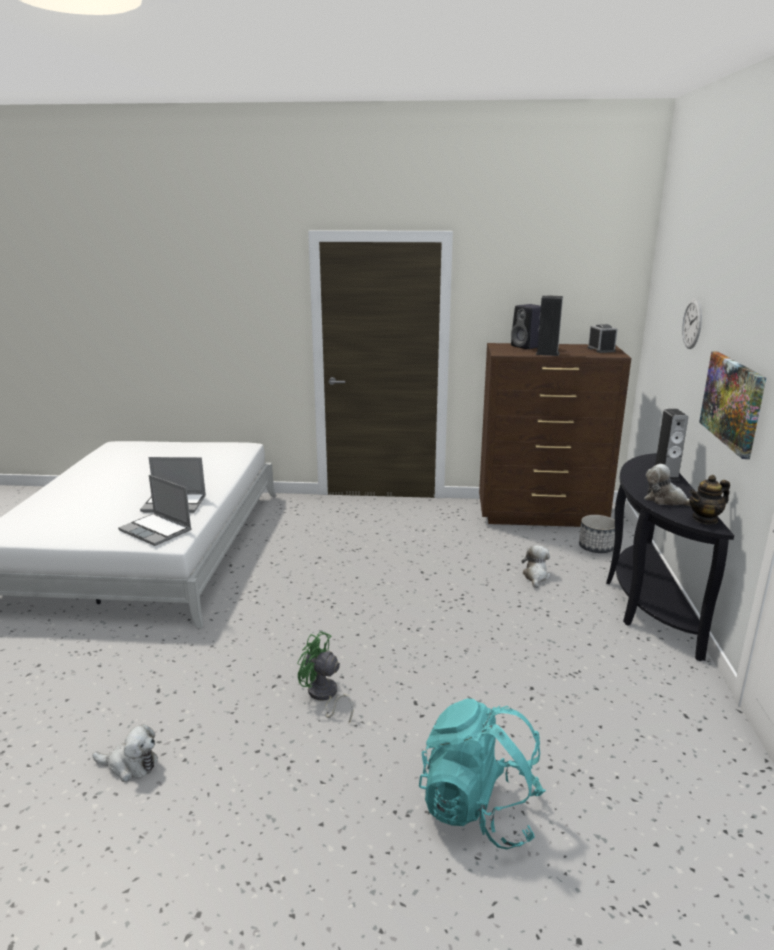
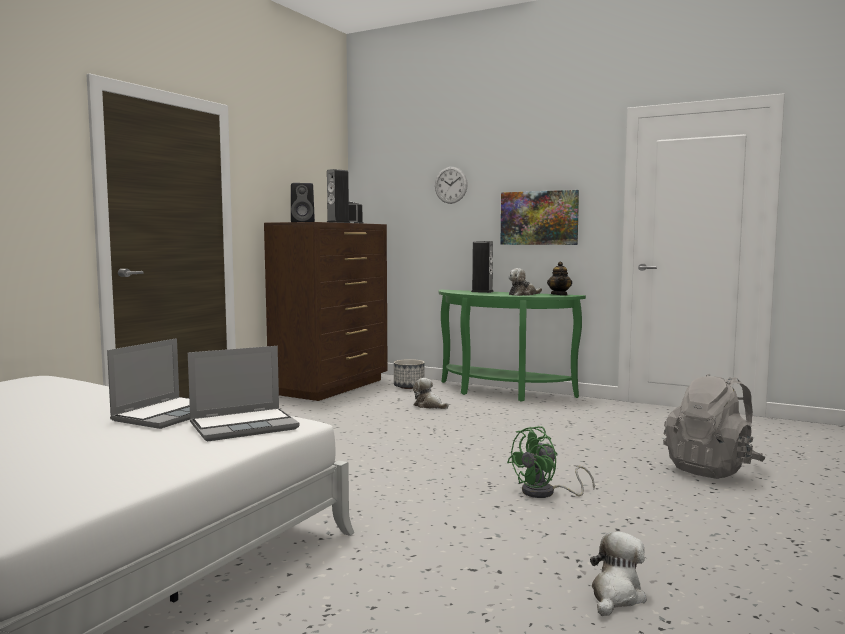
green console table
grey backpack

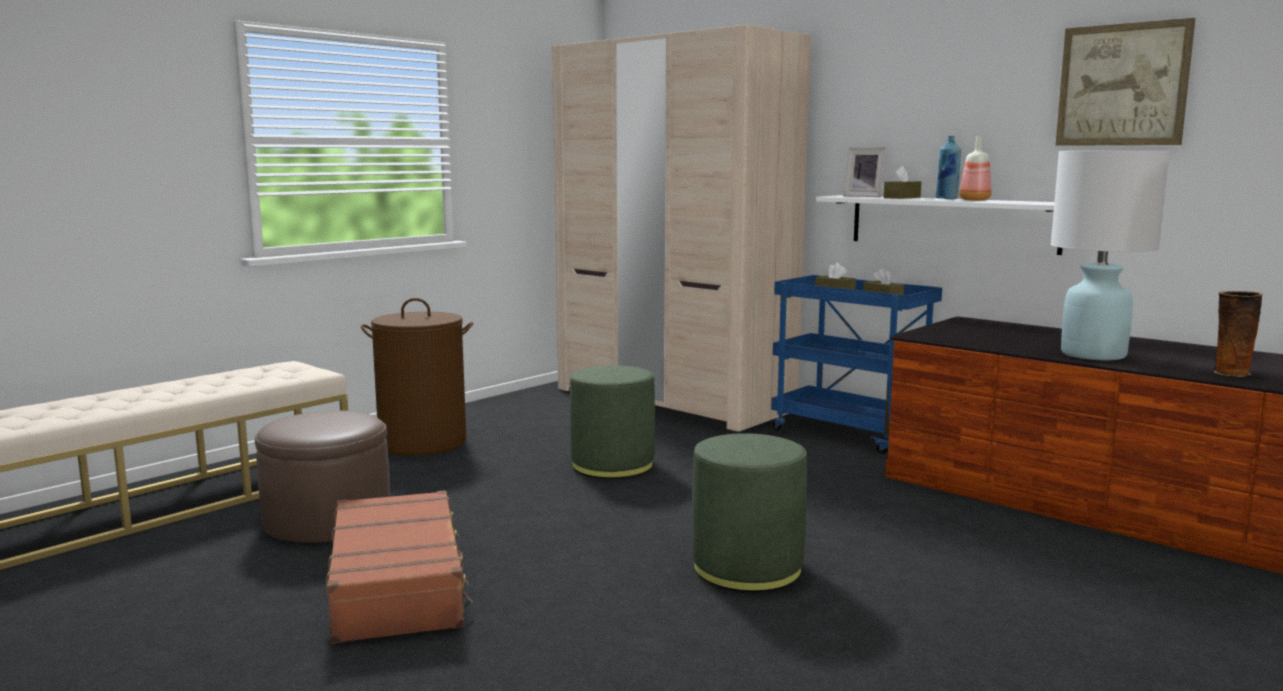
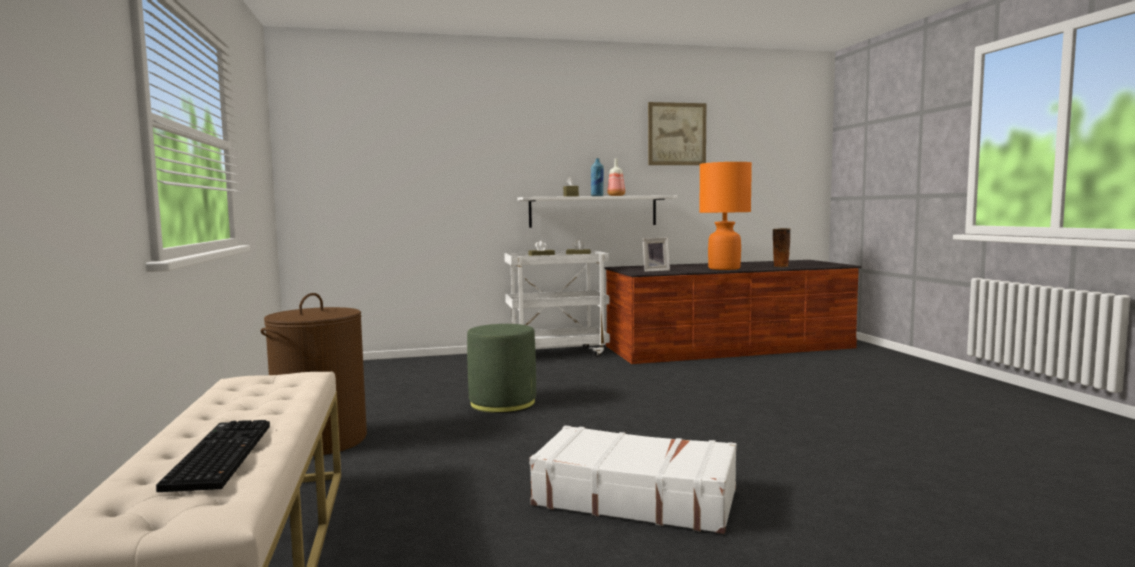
beige wardrobe
picture frame
orange table lamp
white cart
brown ottoman
green ottoman (2nd from left in the first image)
white suitcase
keyboard

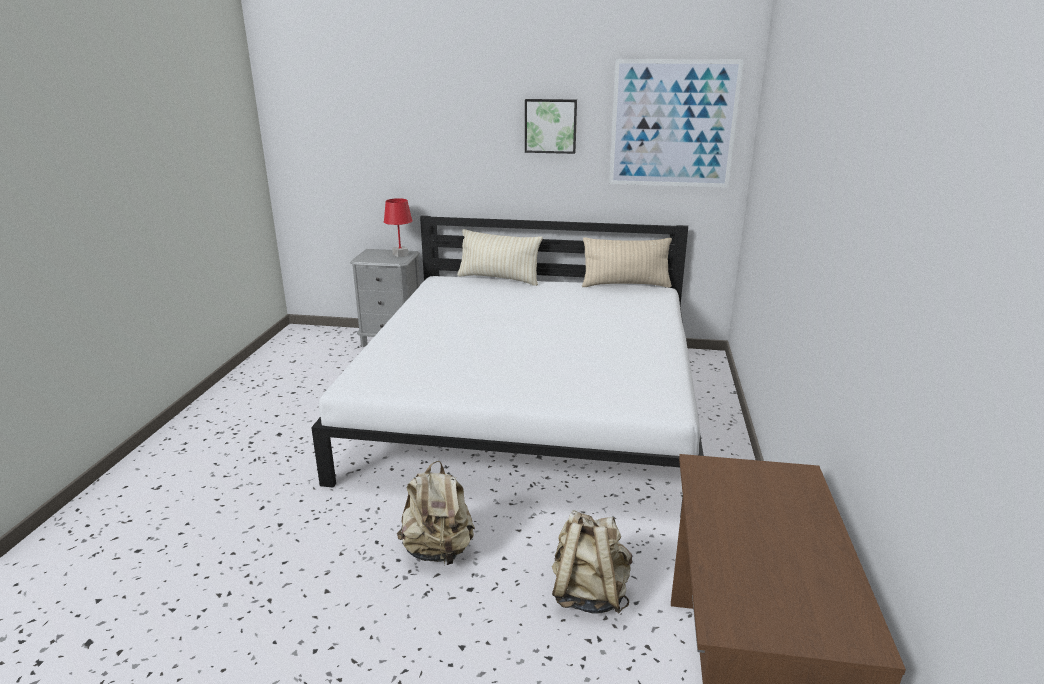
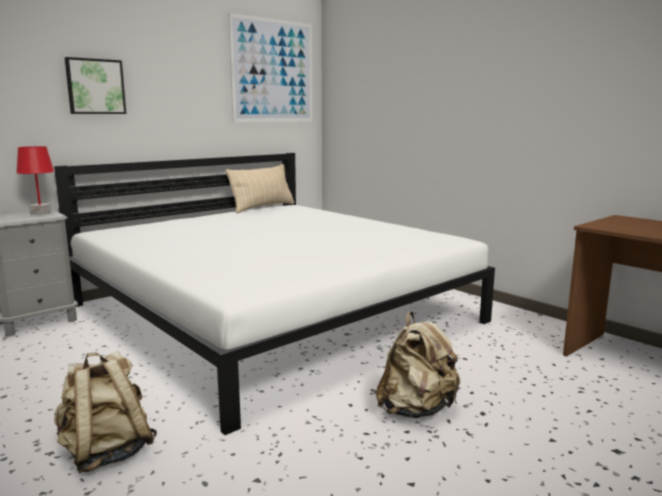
picture (1st from left)
beige pillow (1st from left in the first image)
beige backpack (1st from left)

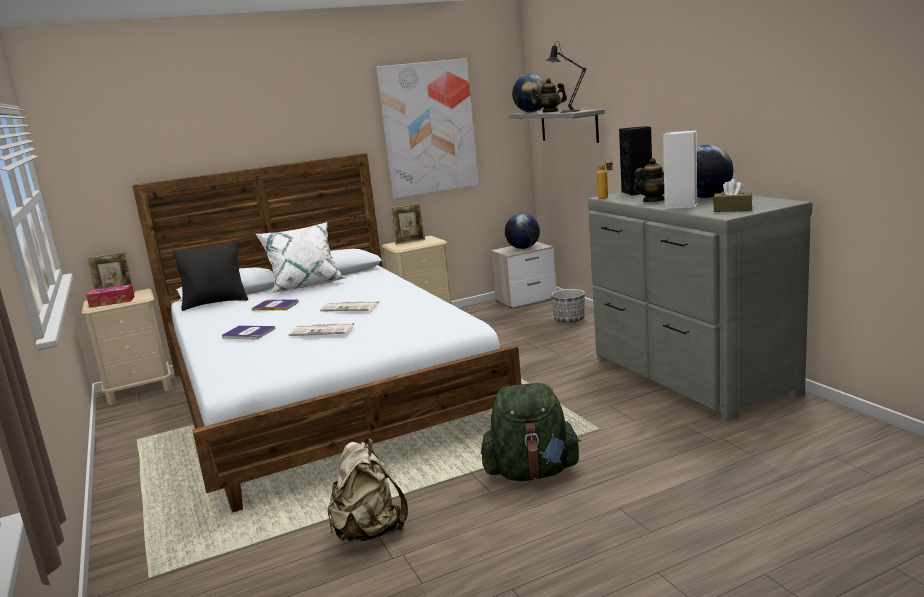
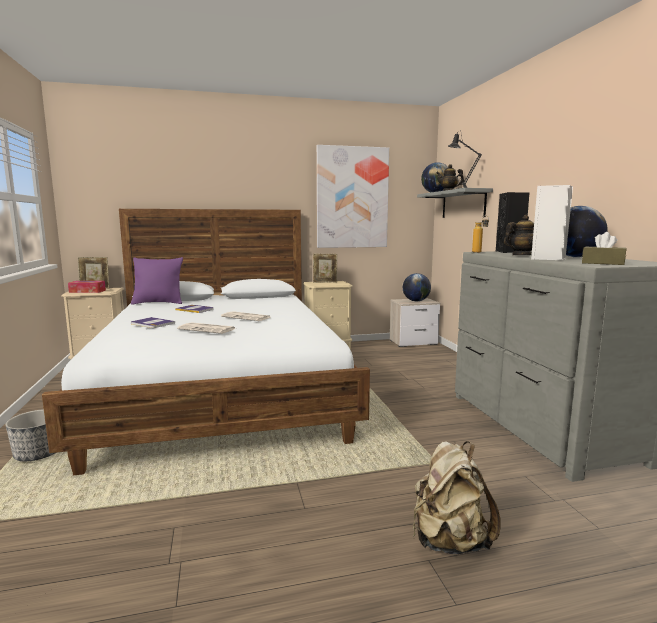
white pillow
purple pillow
planter
green backpack
beige backpack

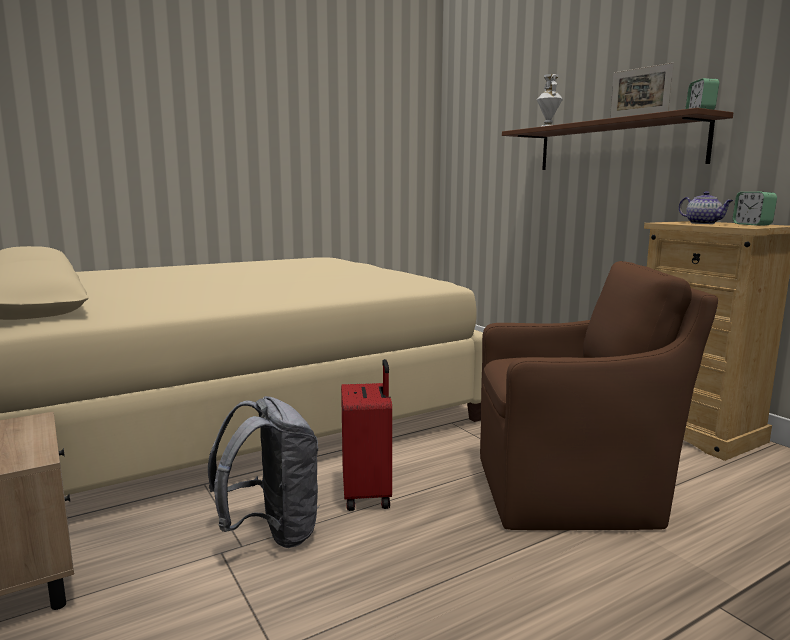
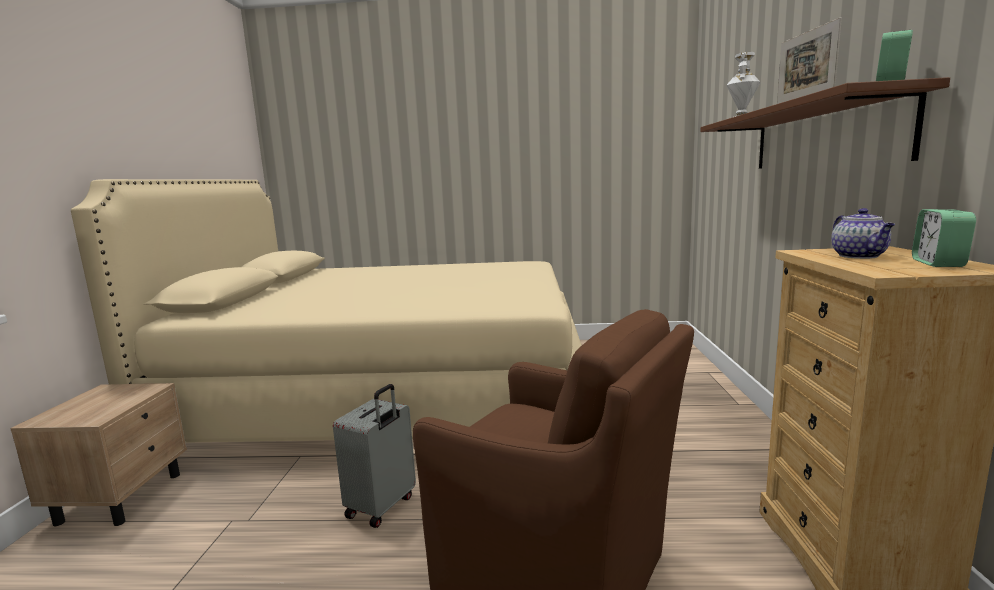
grey suitcase
grey backpack

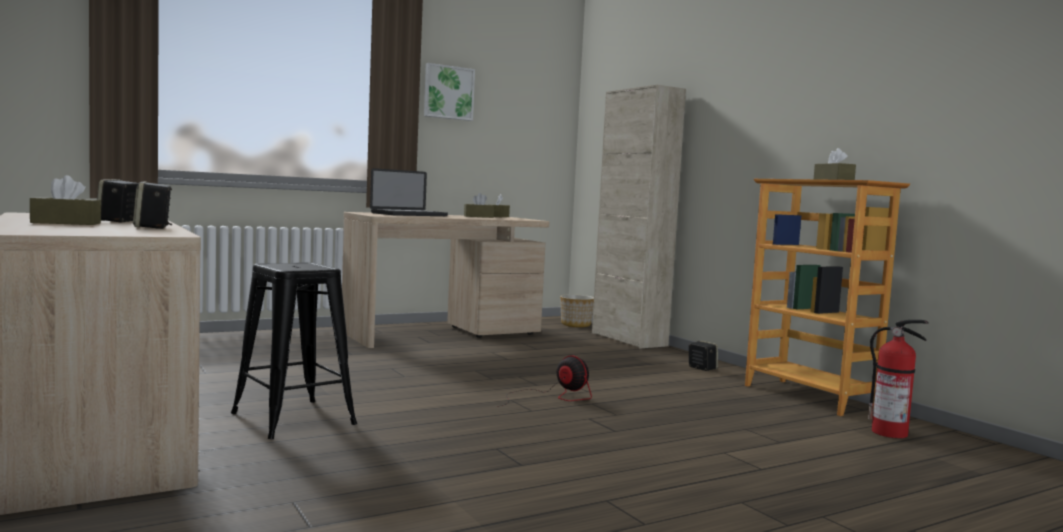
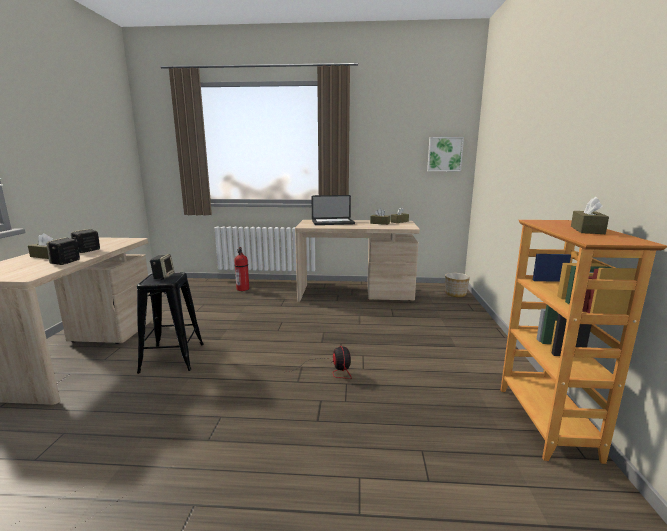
picture
beige cabinet
fire extinguisher
speaker (3rd from left)

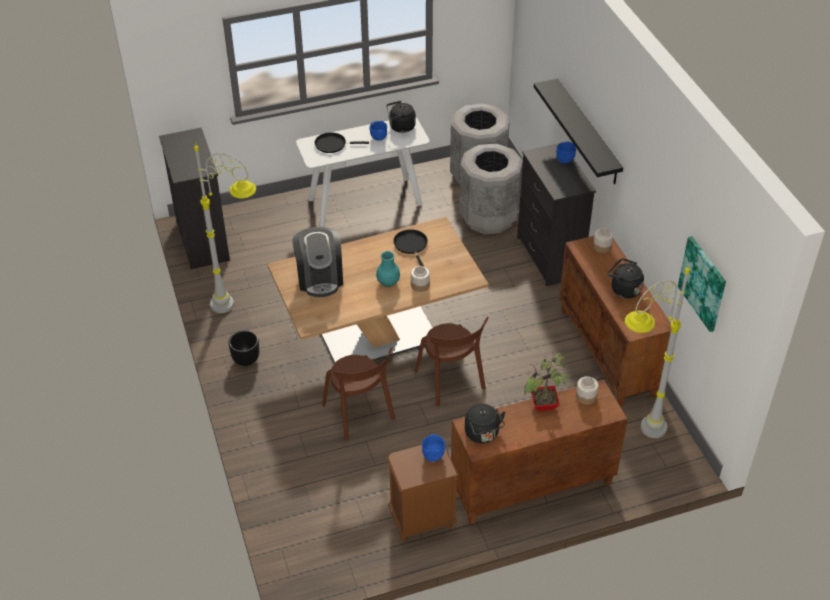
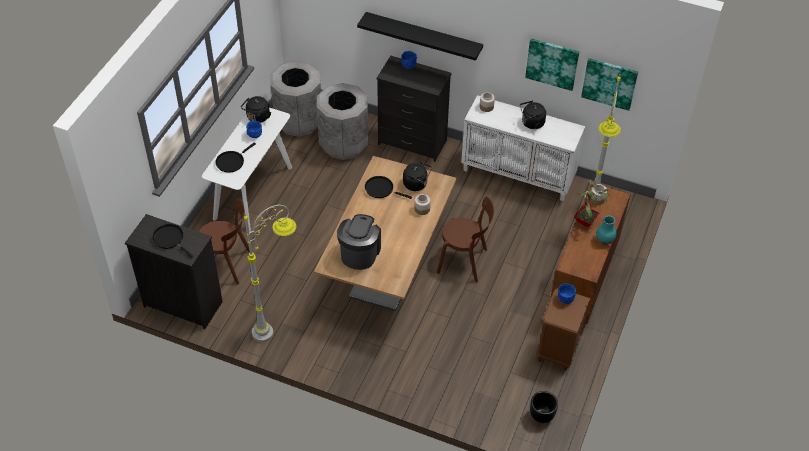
coffee machine
white cabinet
turquoise vase
black planter
brown chair (1st from left)
black kettle (2nd from left)
picture (1st from left)
black frying pan (1st from left)

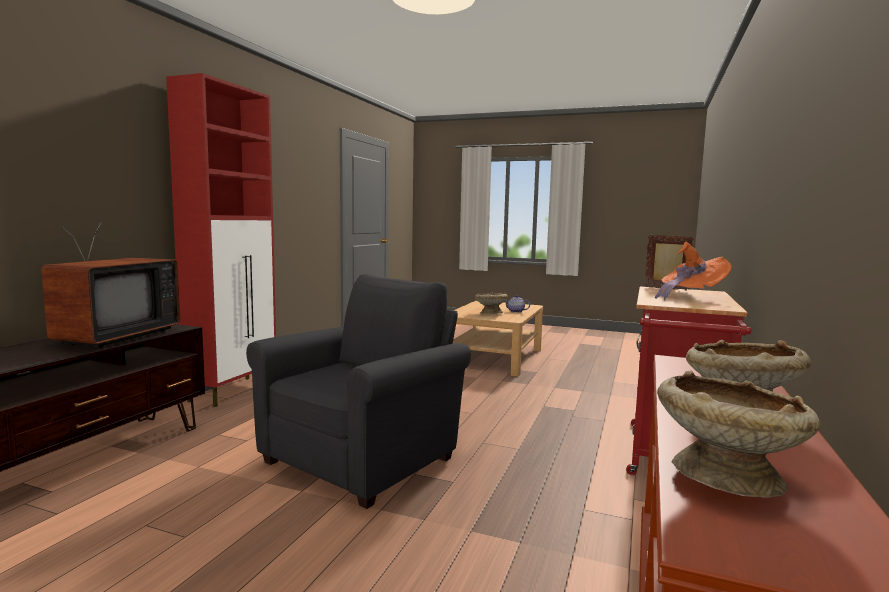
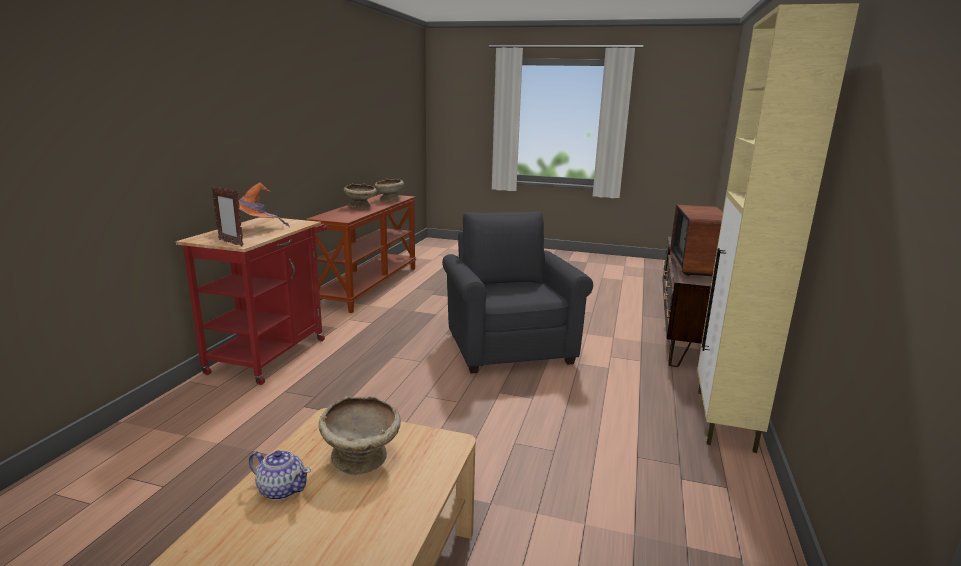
beige cabinet
grey armchair

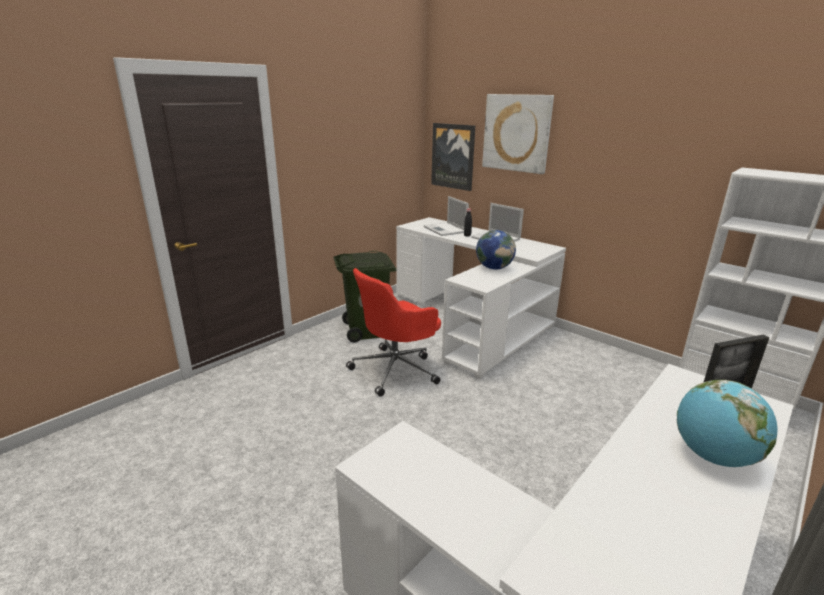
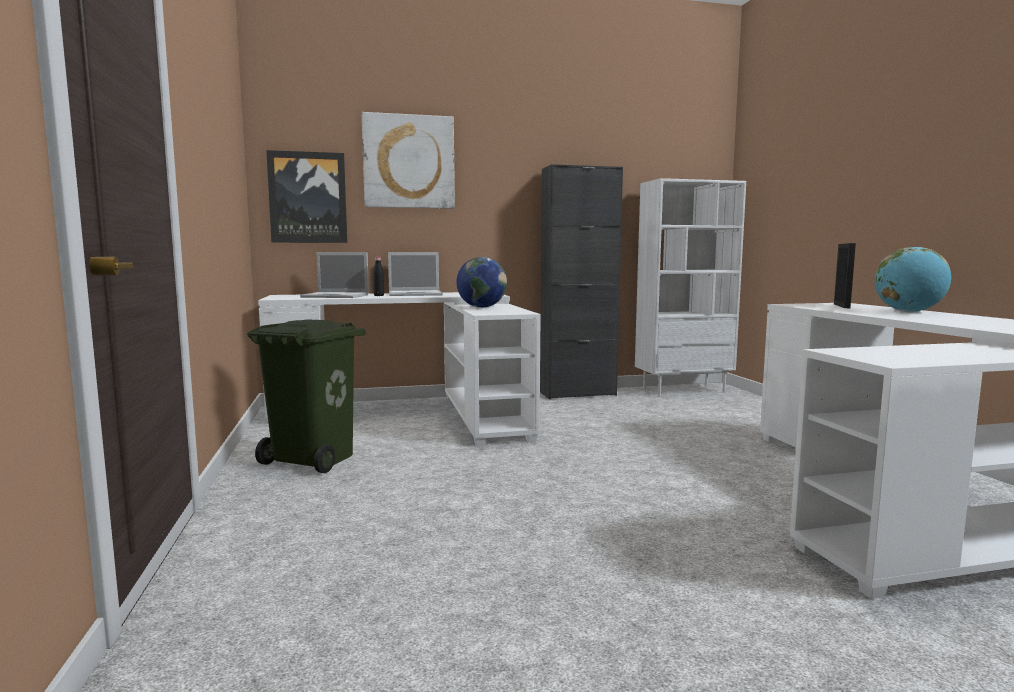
red office chair
black cabinet

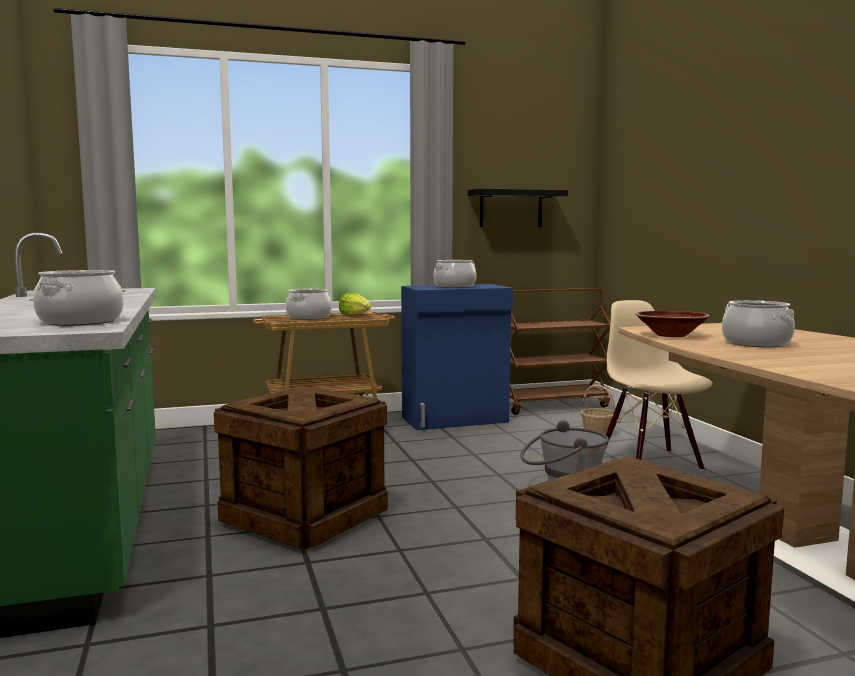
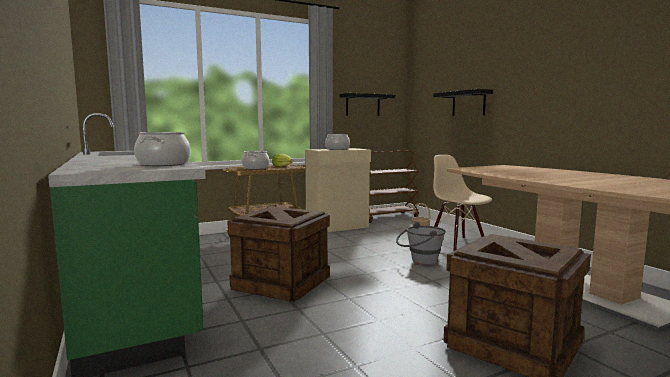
beige cabinet
cooking pot (4th from left in the first image)
brown bowl
black shelf (2nd from left)

